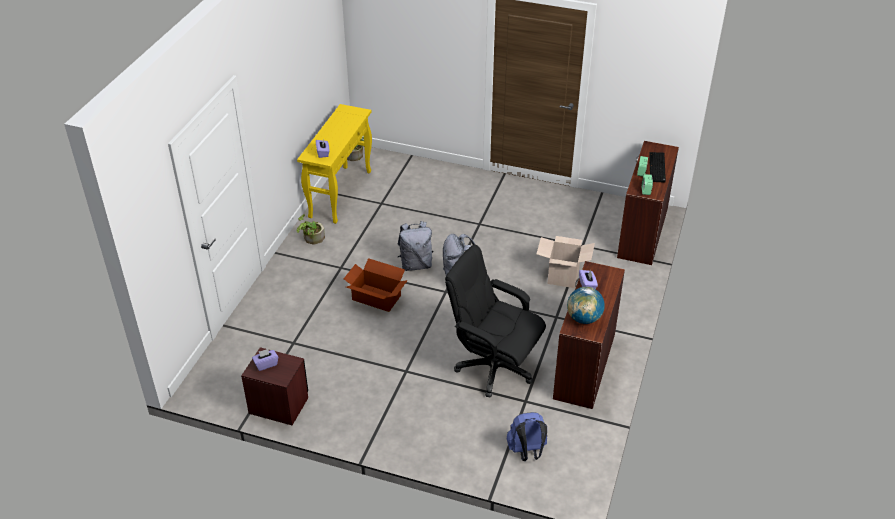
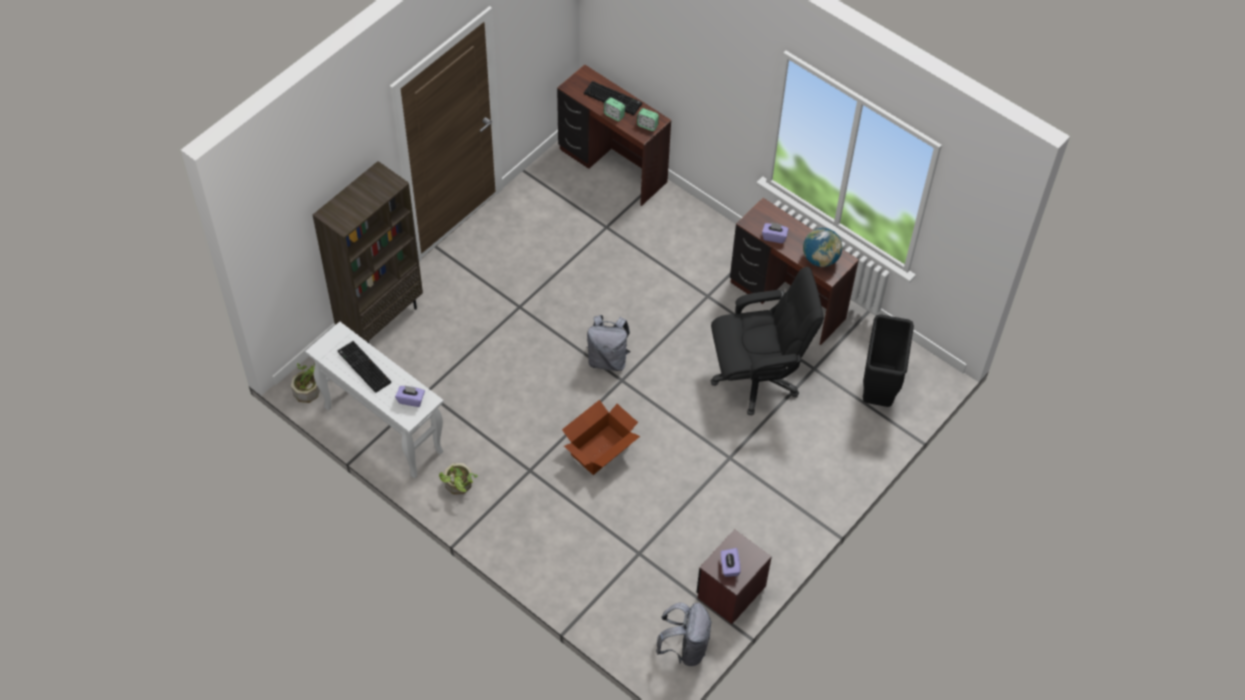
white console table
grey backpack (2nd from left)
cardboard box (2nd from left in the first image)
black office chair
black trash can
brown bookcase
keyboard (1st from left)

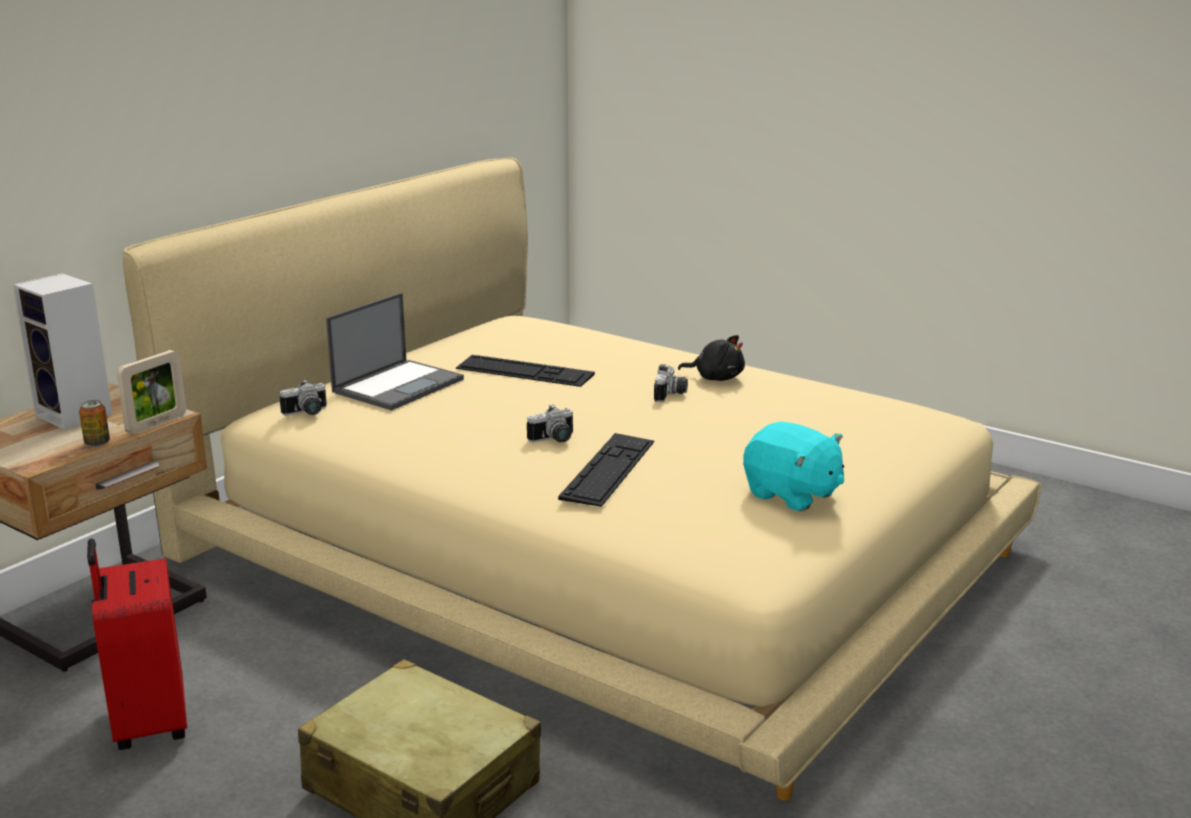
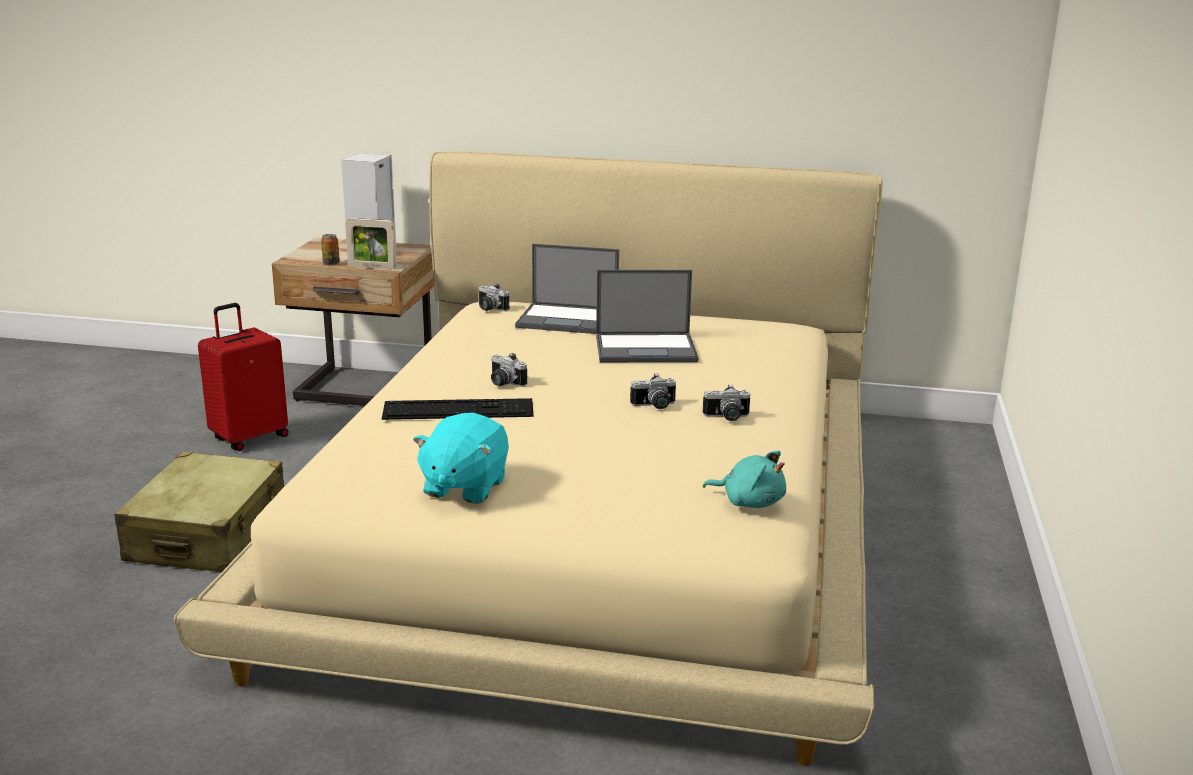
photo camera (4th from left)
laptop (2nd from left)
turquoise plush toy (2nd from left)

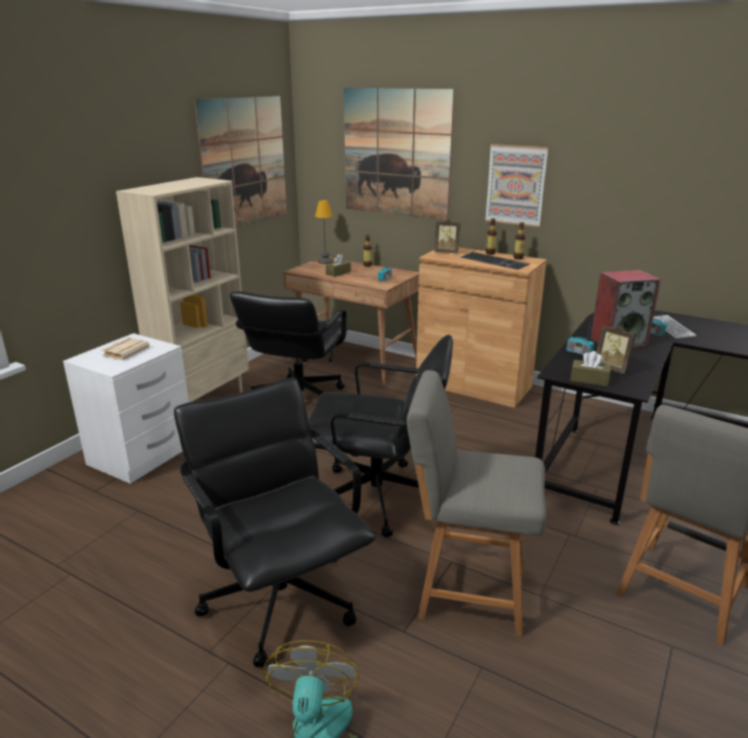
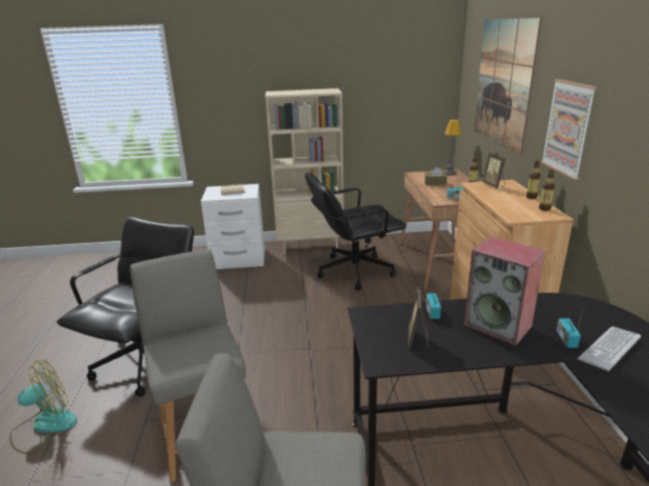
picture (1st from left in the first image)
keyboard (1st from left in the first image)
black office chair (3rd from left in the first image)
brown tissue box (2nd from left in the first image)

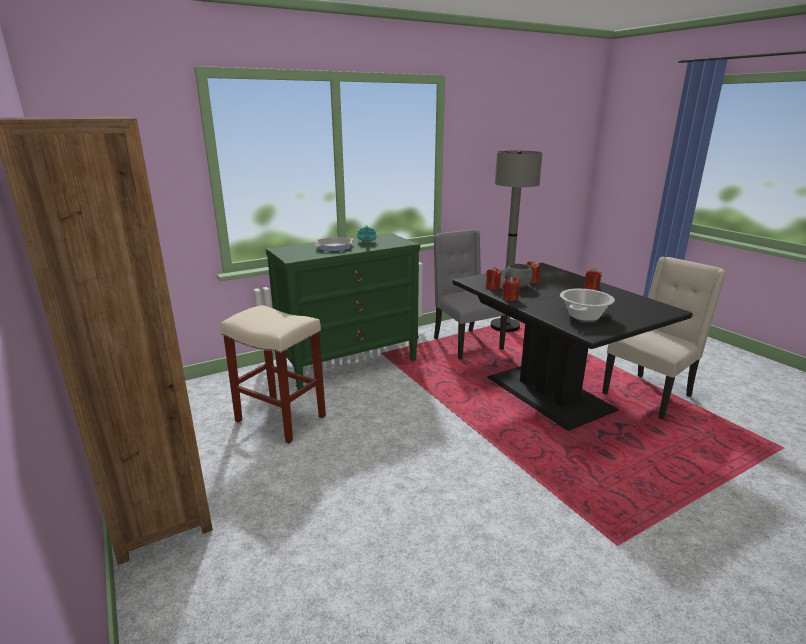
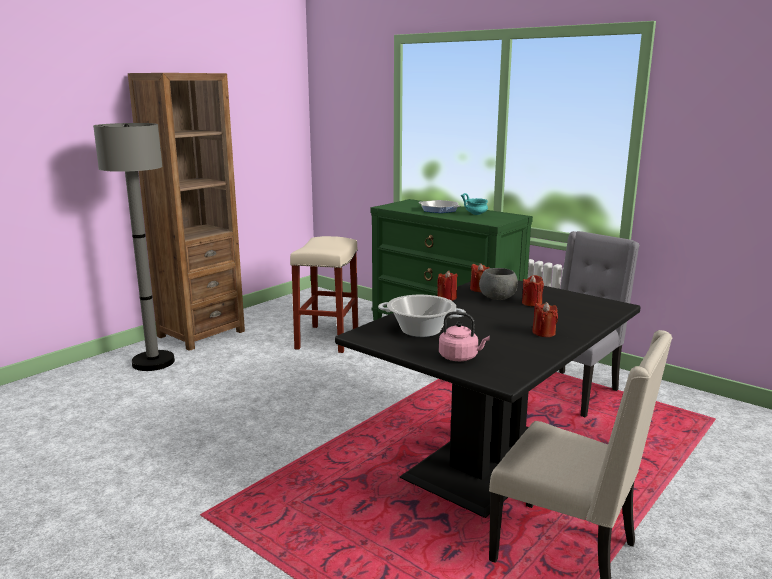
grey floor lamp
pink kettle

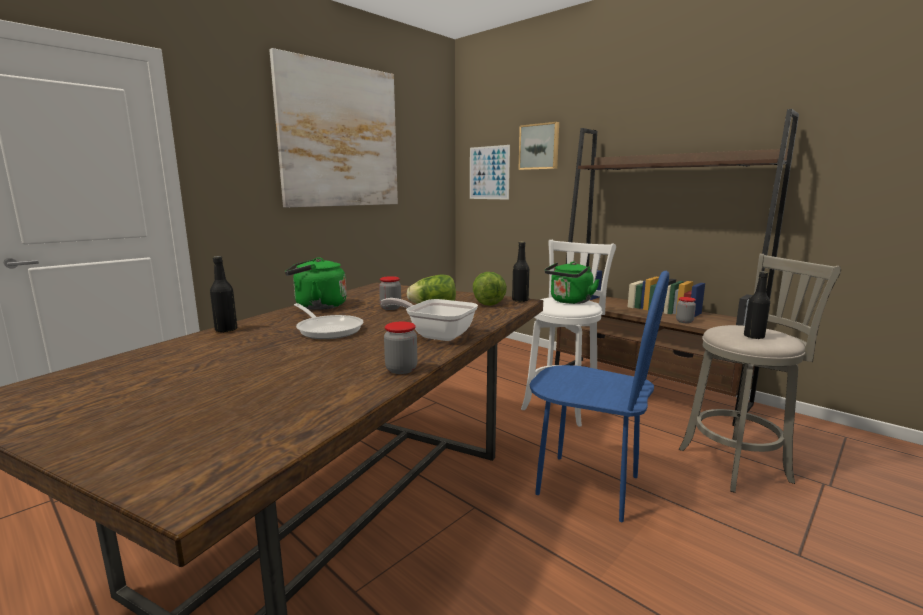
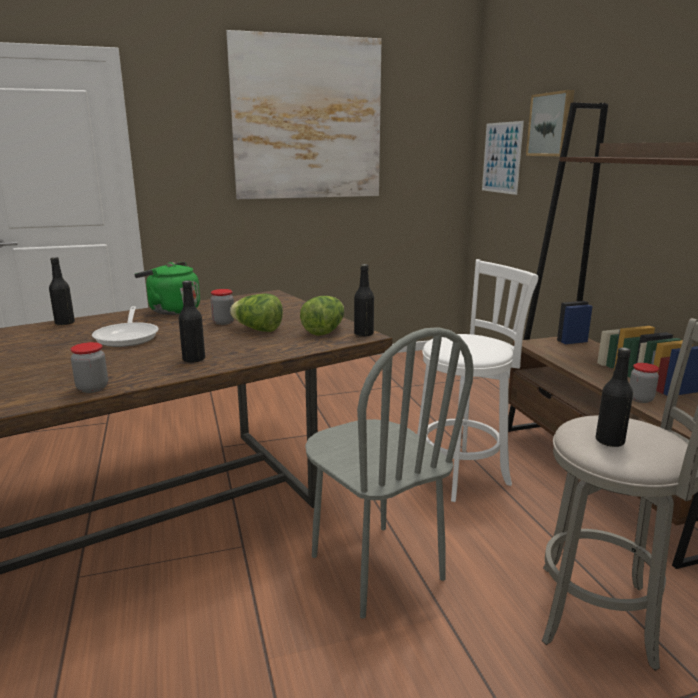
green kettle (2nd from left in the first image)
grey chair
black bottle (2nd from left)

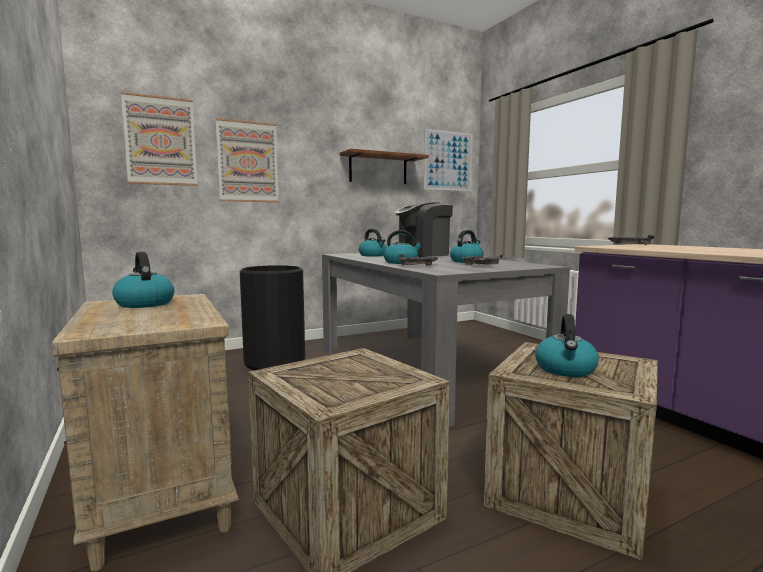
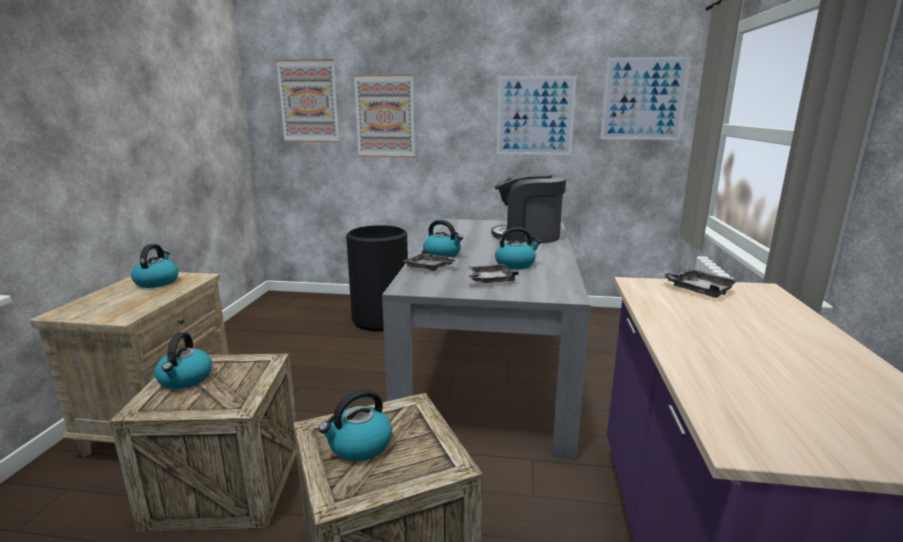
picture (3rd from left)
kettle (2nd from left)

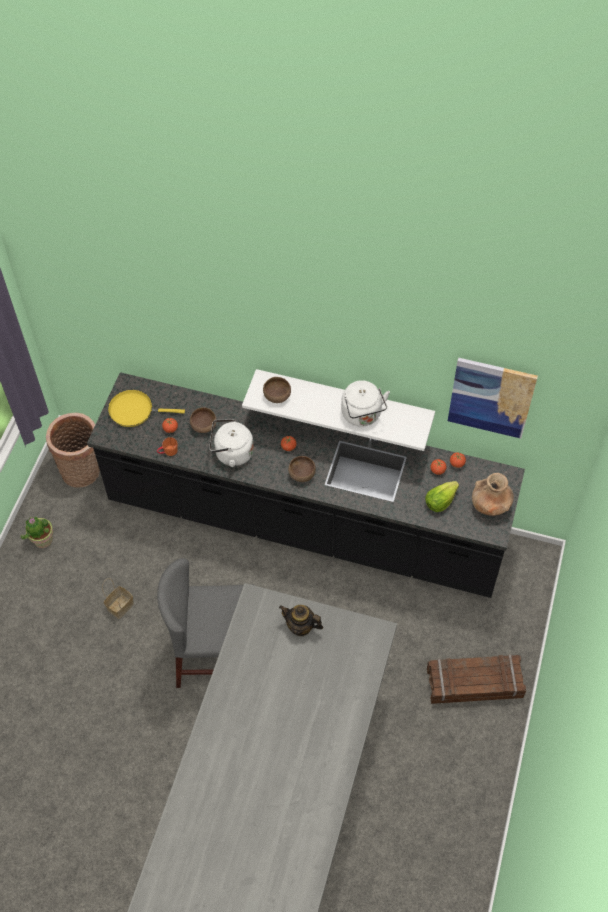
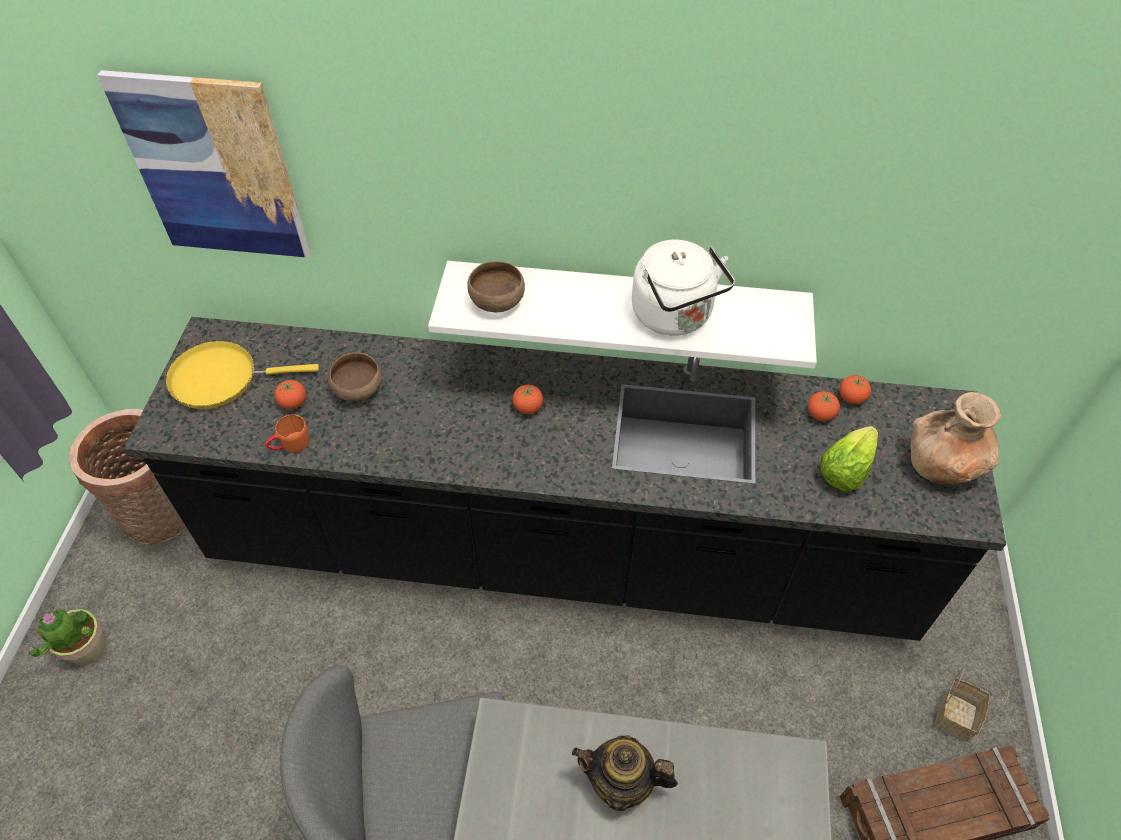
picture
white kettle (1st from left in the first image)
brown bowl (3rd from left in the first image)
basket (2nd from left)

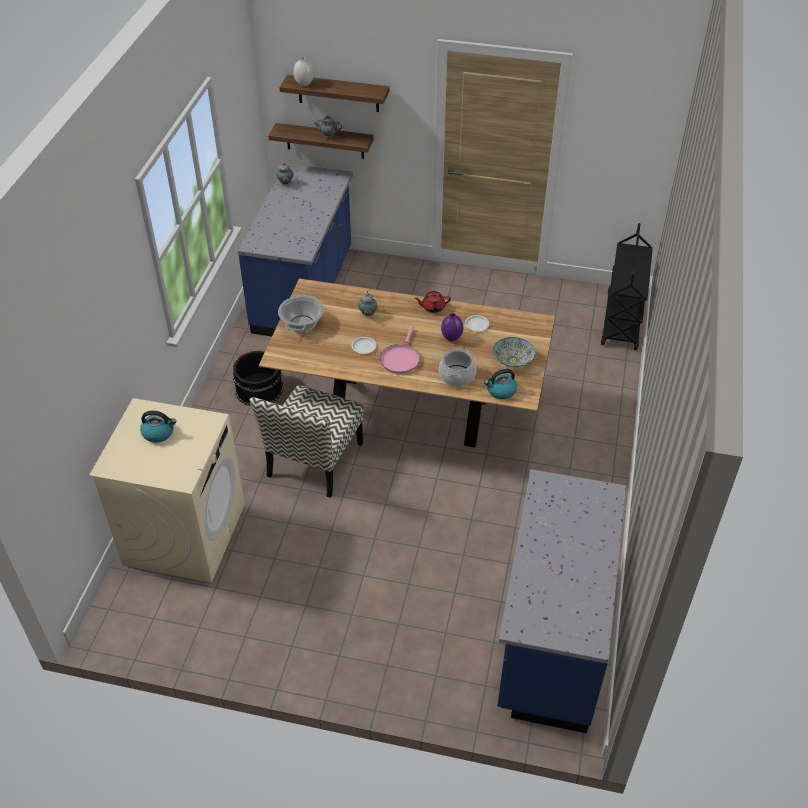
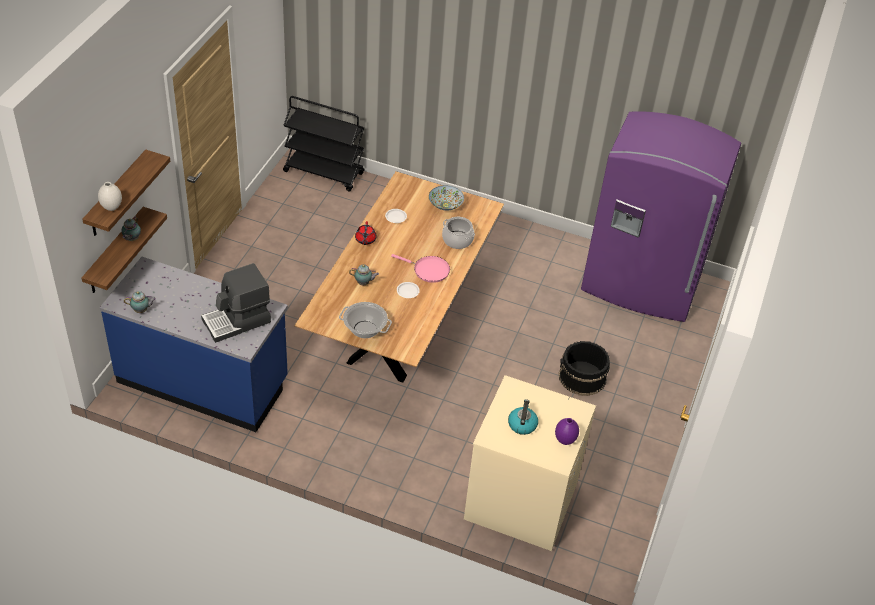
purple vase
black bucket
kettle (2nd from left in the first image)
chair
purple fridge
coffee machine

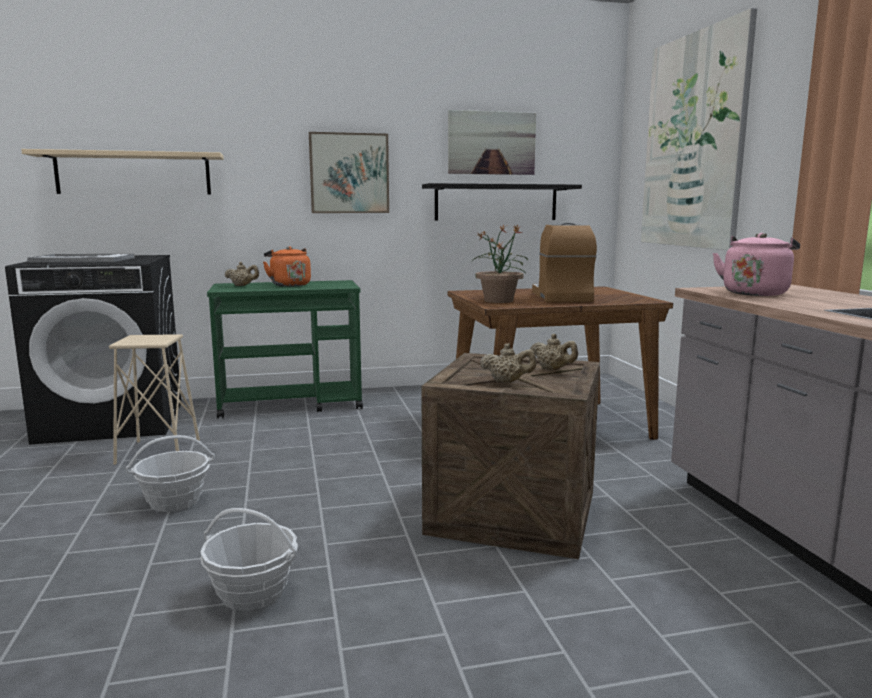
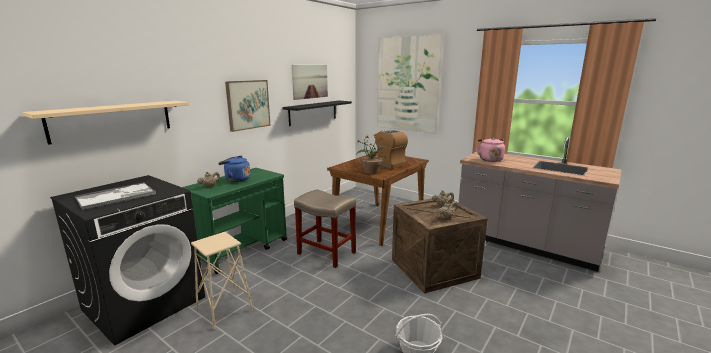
blue kettle
basket (1st from left in the first image)
beige stool (2nd from left)

